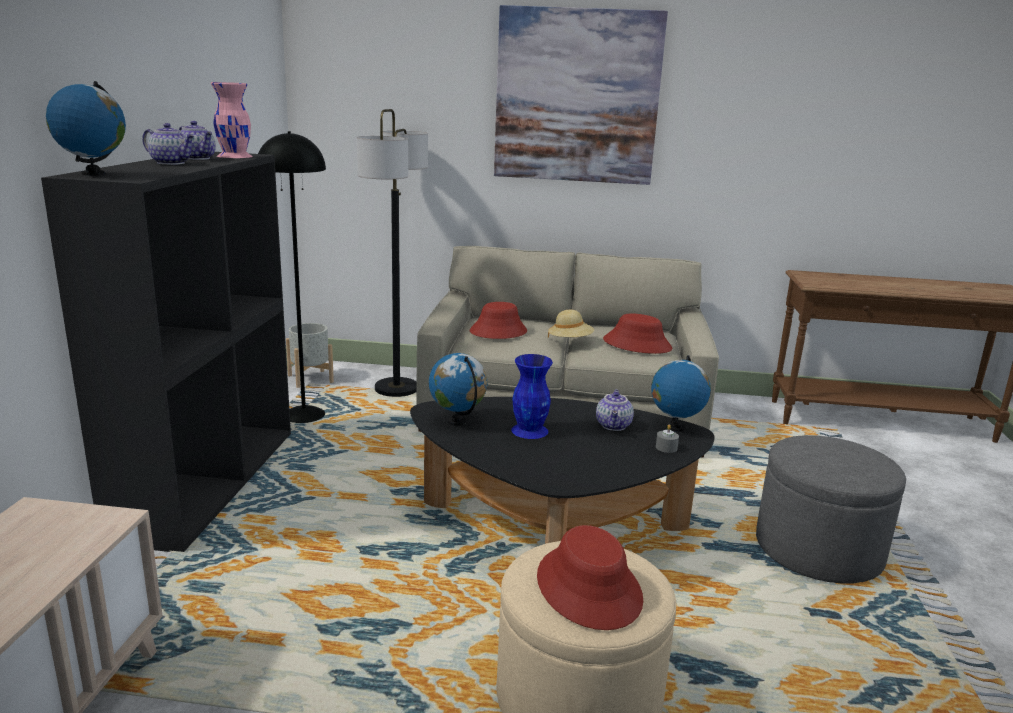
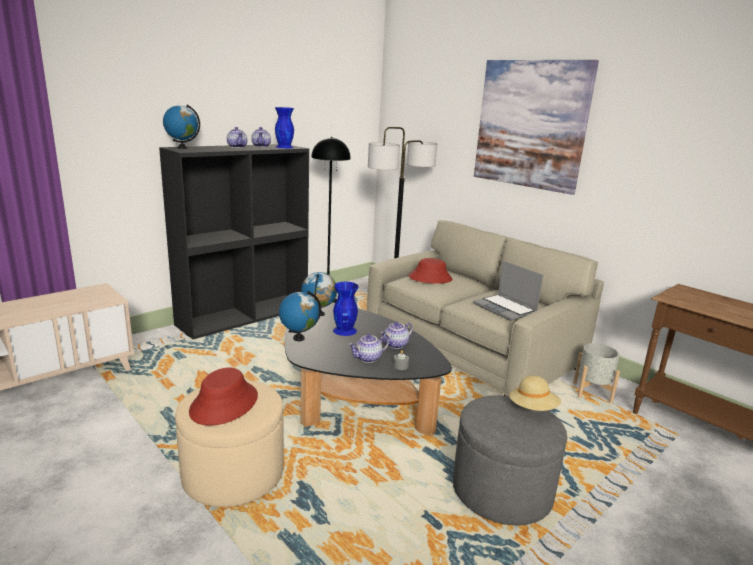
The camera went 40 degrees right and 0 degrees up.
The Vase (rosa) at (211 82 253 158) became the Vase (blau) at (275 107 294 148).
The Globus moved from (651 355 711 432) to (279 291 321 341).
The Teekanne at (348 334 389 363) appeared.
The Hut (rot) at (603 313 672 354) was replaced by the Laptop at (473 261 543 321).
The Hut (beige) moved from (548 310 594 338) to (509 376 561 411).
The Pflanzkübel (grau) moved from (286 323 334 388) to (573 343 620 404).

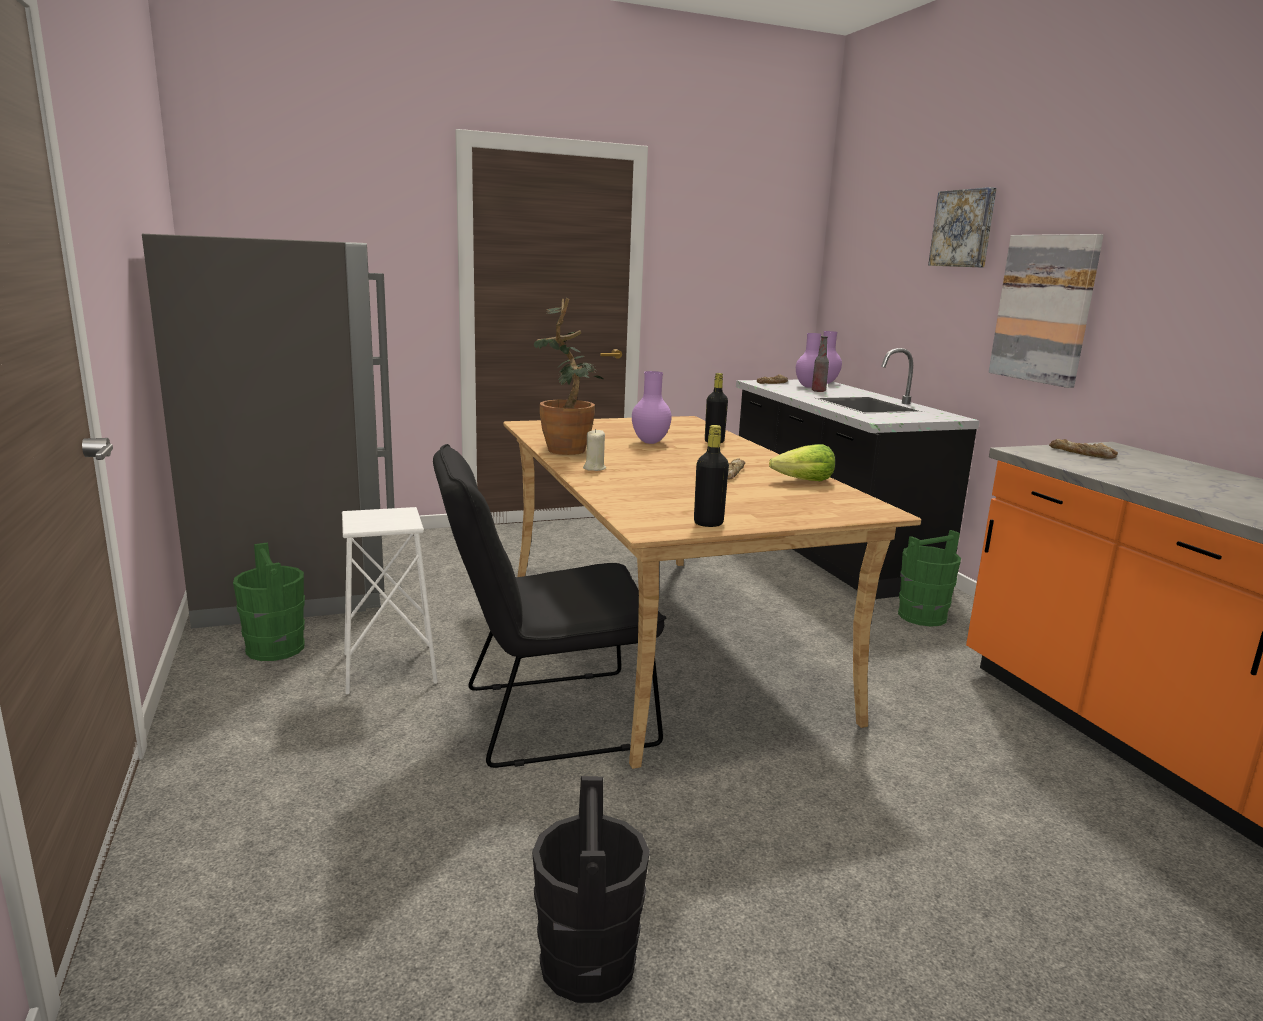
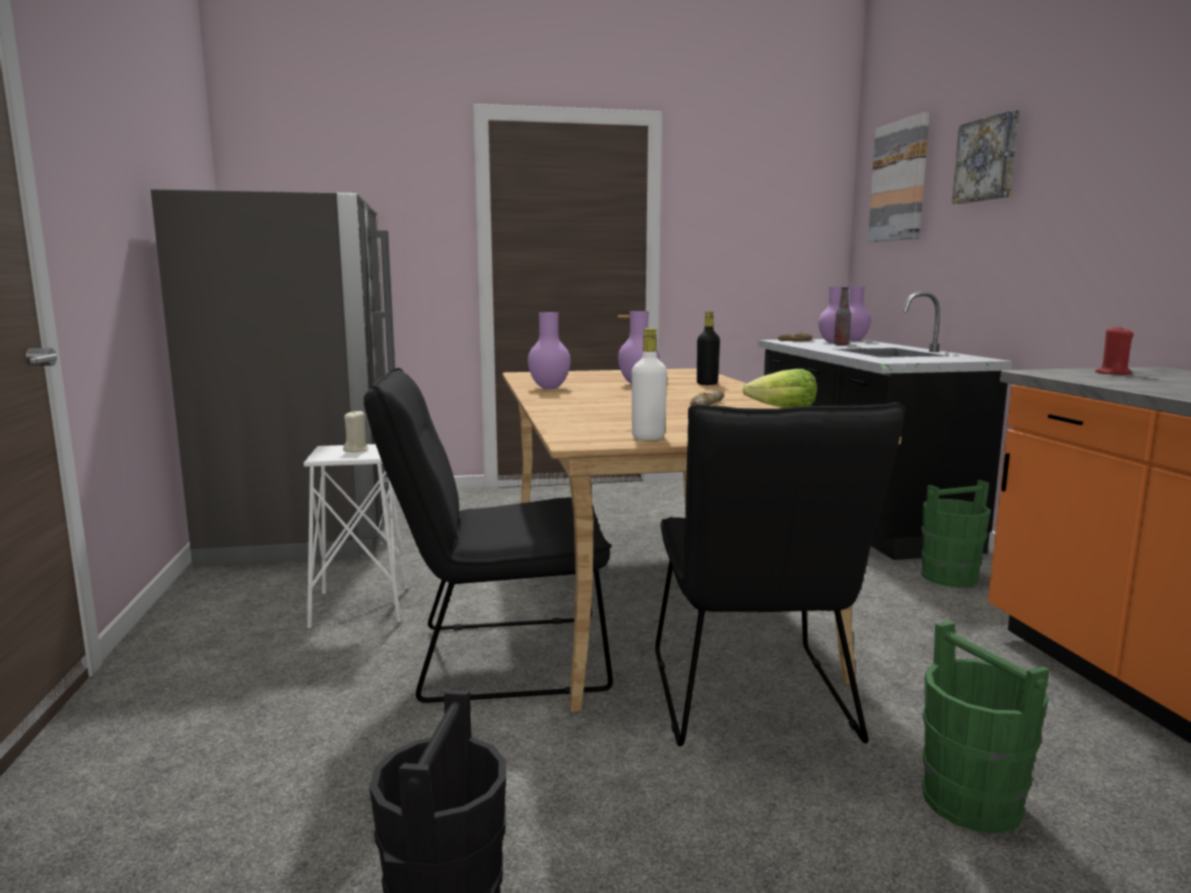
The camera went 10 degrees right and 5 degrees down.
The Kerze (beige) moved from (583 429 606 471) to (343 410 368 452).
The Topfpflanze at (534 298 603 455) was replaced by the Vase (lila) at (528 312 571 389).
The Flasche (schwarz) at (694 425 729 527) became the Flasche (weiß) at (632 328 667 440).
The Stuhl (schwarz) at (655 402 905 746) appeared.
The Bild moved from (988 234 1104 388) to (868 112 930 242).
The Eimer (grün) moved from (233 542 305 661) to (923 621 1050 833).
The Brot at (1049 439 1118 459) was replaced by the Kerze (rot) at (1095 325 1134 375).

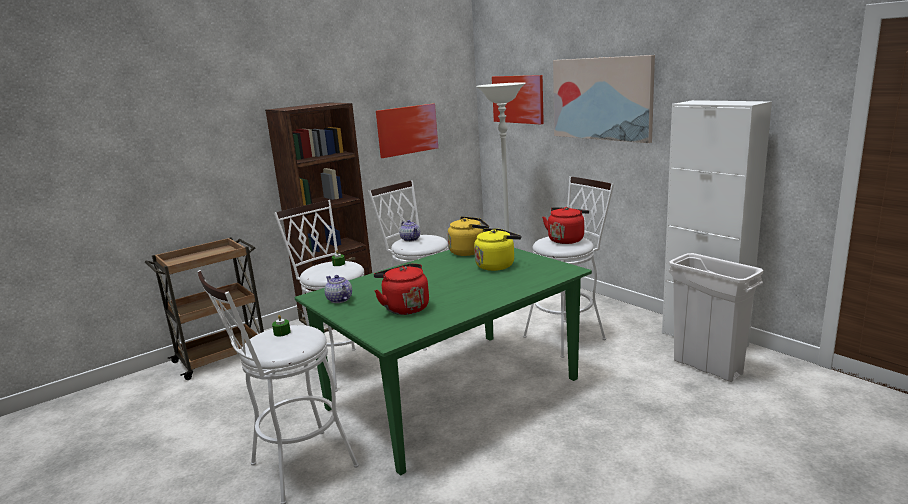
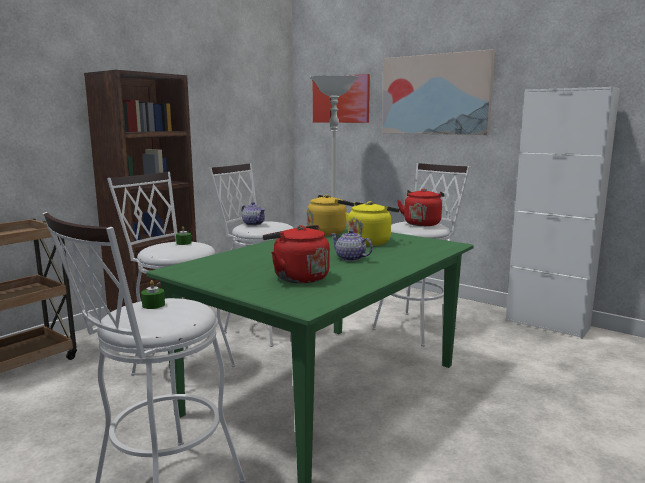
The camera went 15 degrees left and 5 degrees down.
The Teekanne moved from (325 275 352 303) to (331 230 373 261).
The Bild at (376 103 438 158) disappeared.
The Mülleimer (weiß) at (668 253 763 382) disappeared.

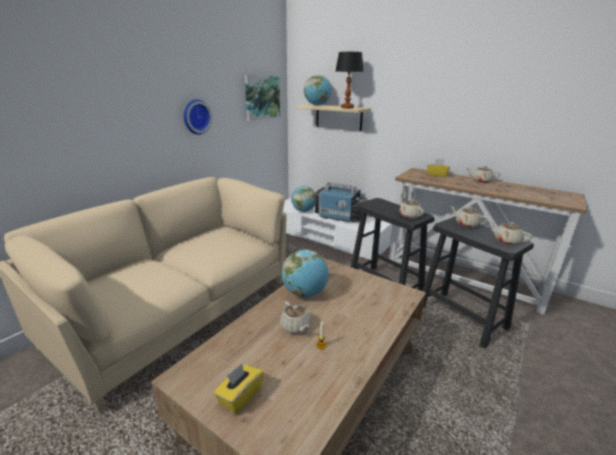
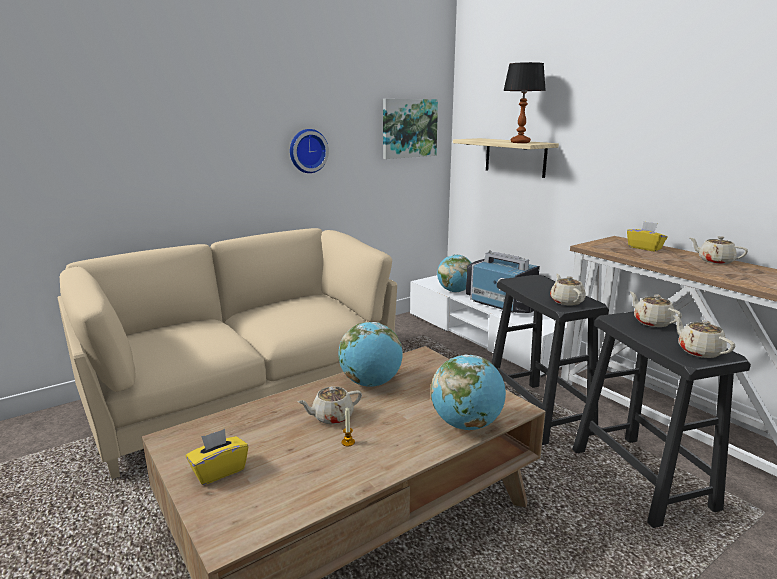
The camera went 20 degrees right and 5 degrees down.
The Teekanne (beige) at (280 301 311 334) turned 75 degrees clockwise.
The Globus moved from (304 75 332 106) to (431 354 506 430).

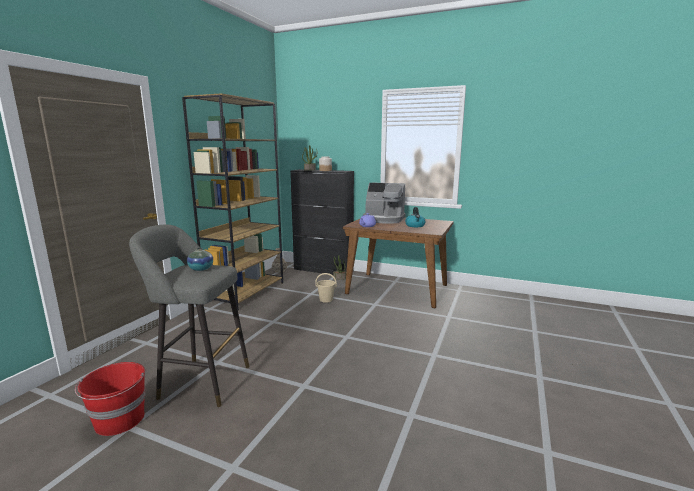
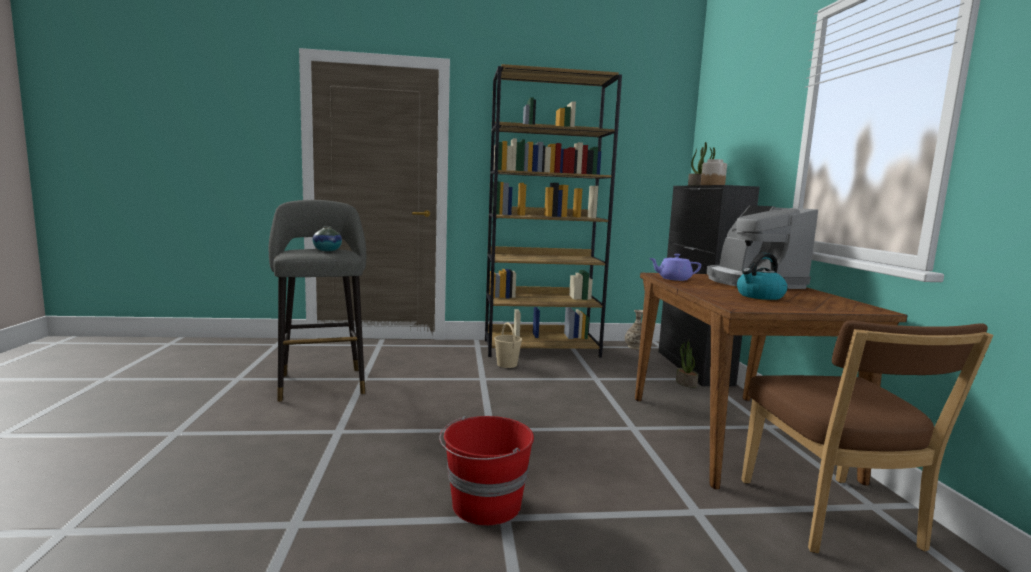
The camera went 60 degrees right and 5 degrees down.
The Eimer (rot) moved from (75 362 145 436) to (439 416 534 525).
The Eimer (beige) moved from (315 273 337 303) to (494 322 522 368).
The Stuhl (braun) at (741 320 993 553) appeared.

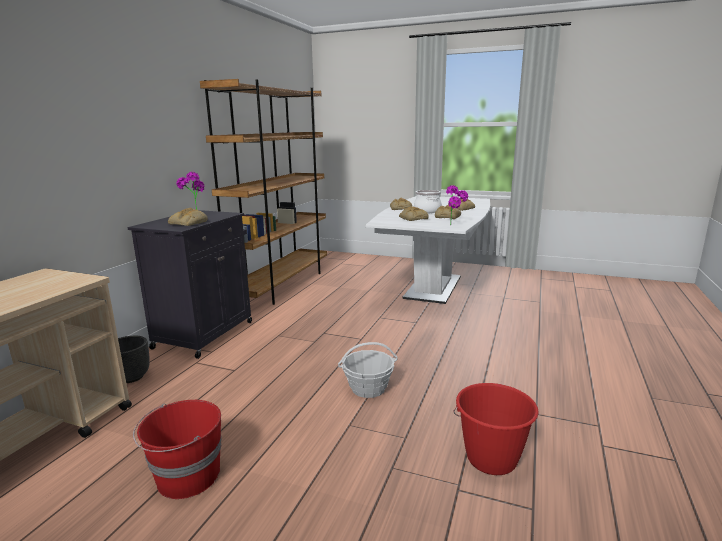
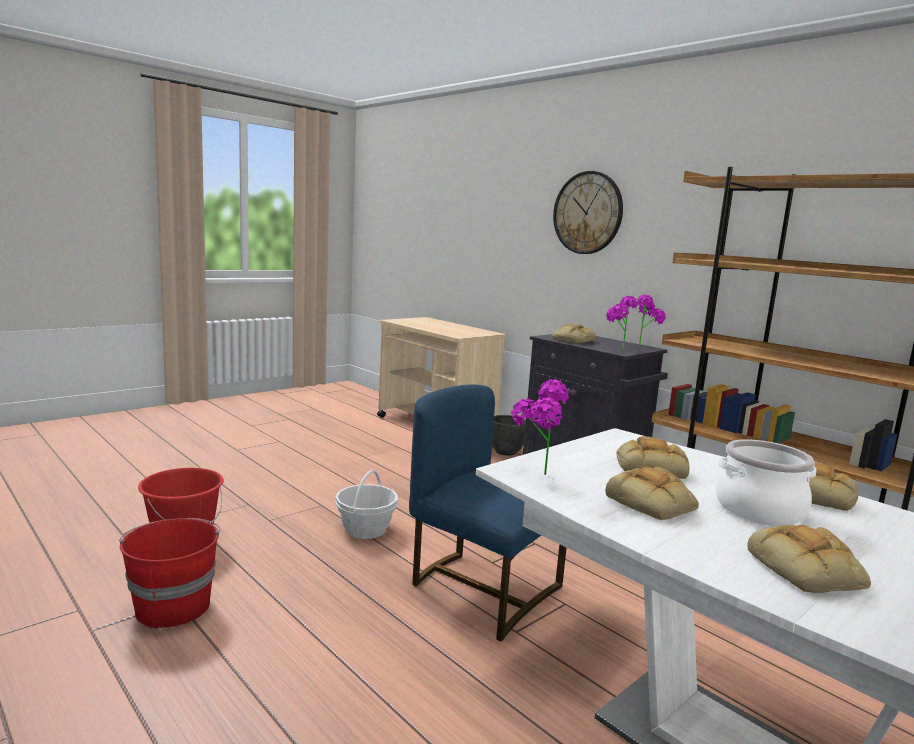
The camera went 115 degrees right and 5 degrees down.
The Eimer (rot) moved from (133 400 222 499) to (119 518 220 629).
The Stuhl (blau) at (409 384 566 641) appeared.
The Wanduhr at (553 171 623 254) appeared.
The Topfpflanze at (606 296 637 351) appeared.

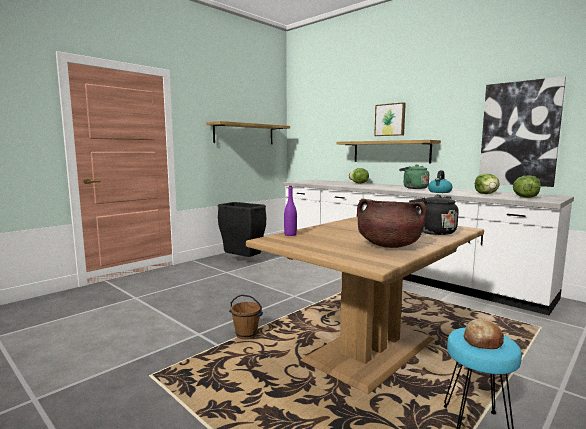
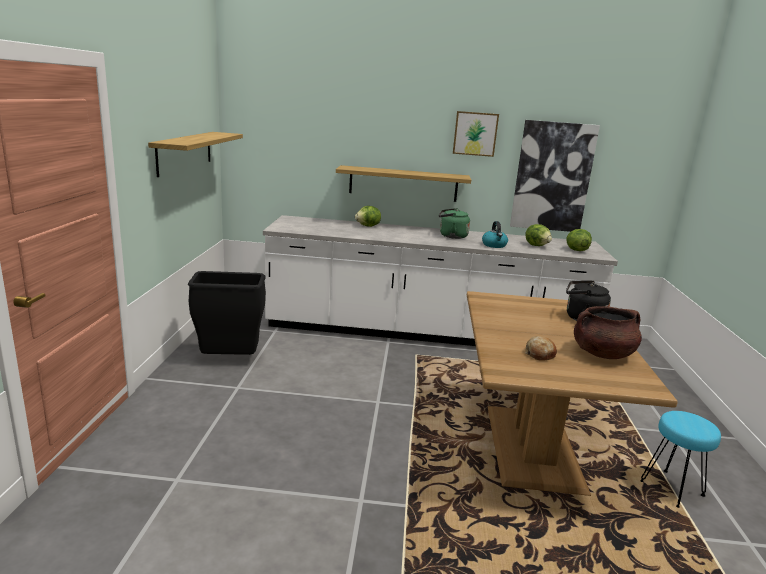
The camera went 40 degrees left and 10 degrees up.
The Bild moved from (374 102 406 136) to (453 111 499 157).
The Brot moved from (463 318 504 349) to (525 336 557 361).
The Eimer (braun) at (229 295 263 340) disappeared.
The Flasche (lila) at (284 186 297 236) disappeared.

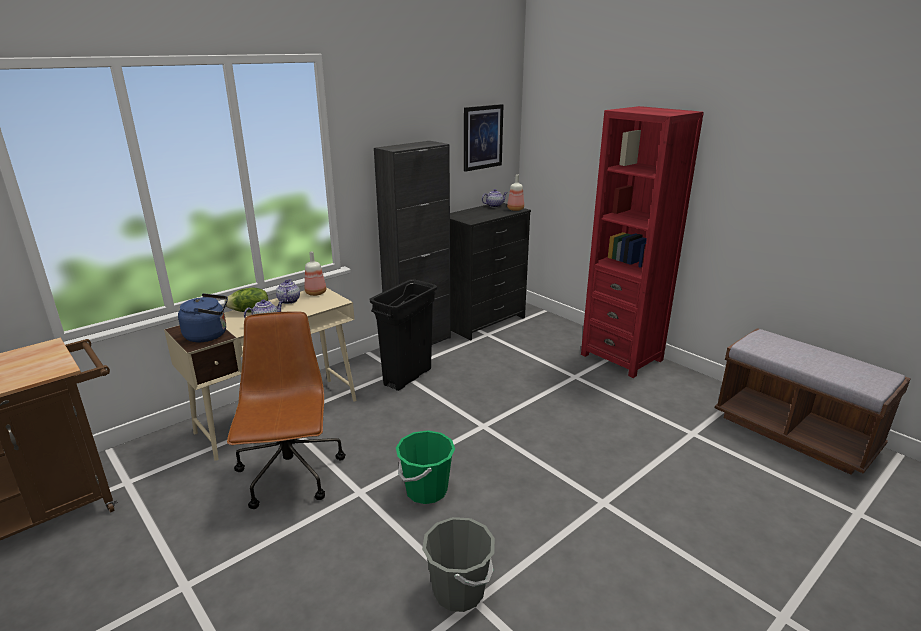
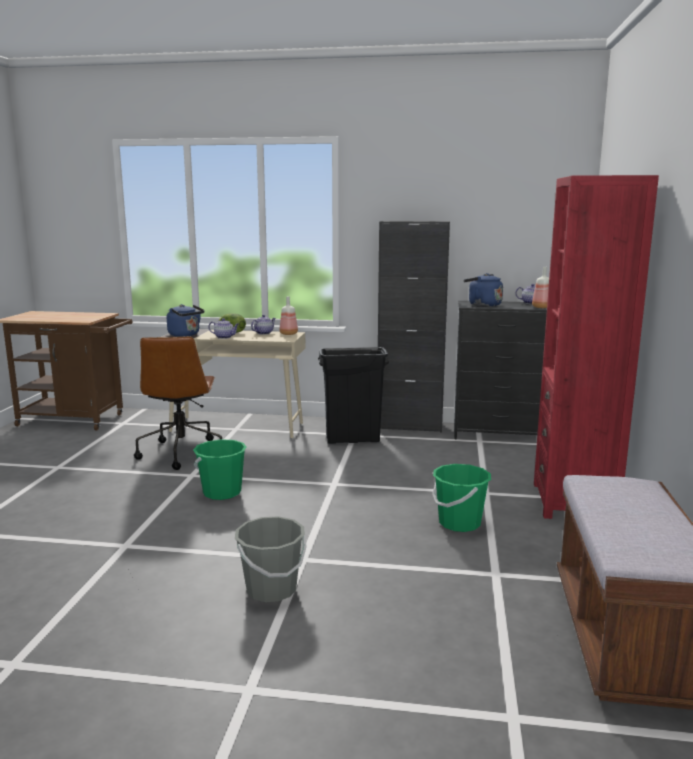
The camera went 50 degrees right and 10 degrees down.
The Bürostuhl (braun) at (227 311 346 509) turned 135 degrees clockwise.
The Eimer (grau) moved from (422 517 495 612) to (235 516 307 602).
The Eimer (grün) at (432 464 491 532) appeared.
The Wasserkessel (blau) at (464 273 503 307) appeared.
The Bild at (464 104 504 172) disappeared.

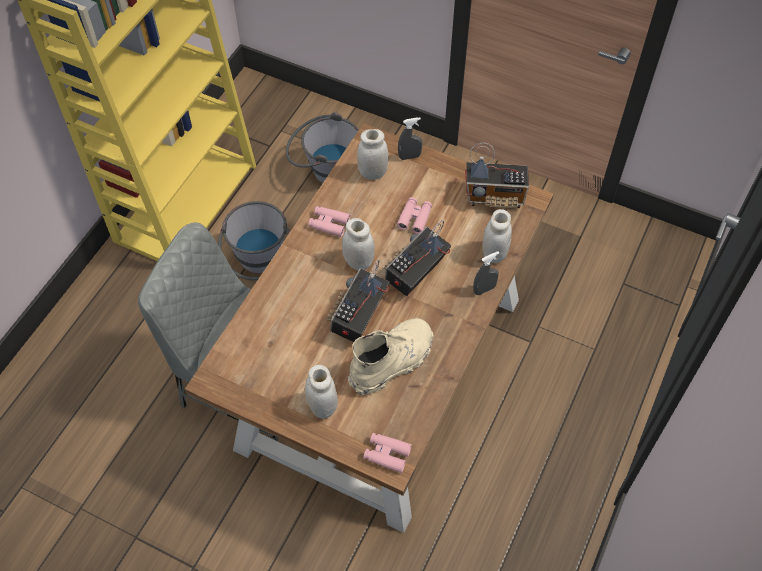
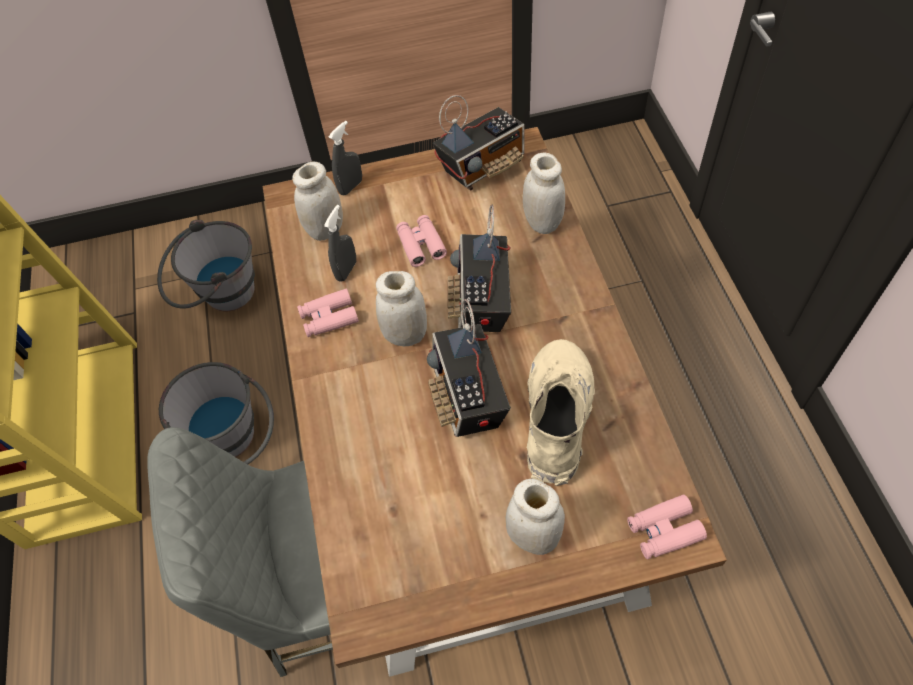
The camera went 35 degrees left and 0 degrees up.
The Sprühflasche (grau) moved from (473 251 499 295) to (324 205 356 282).

